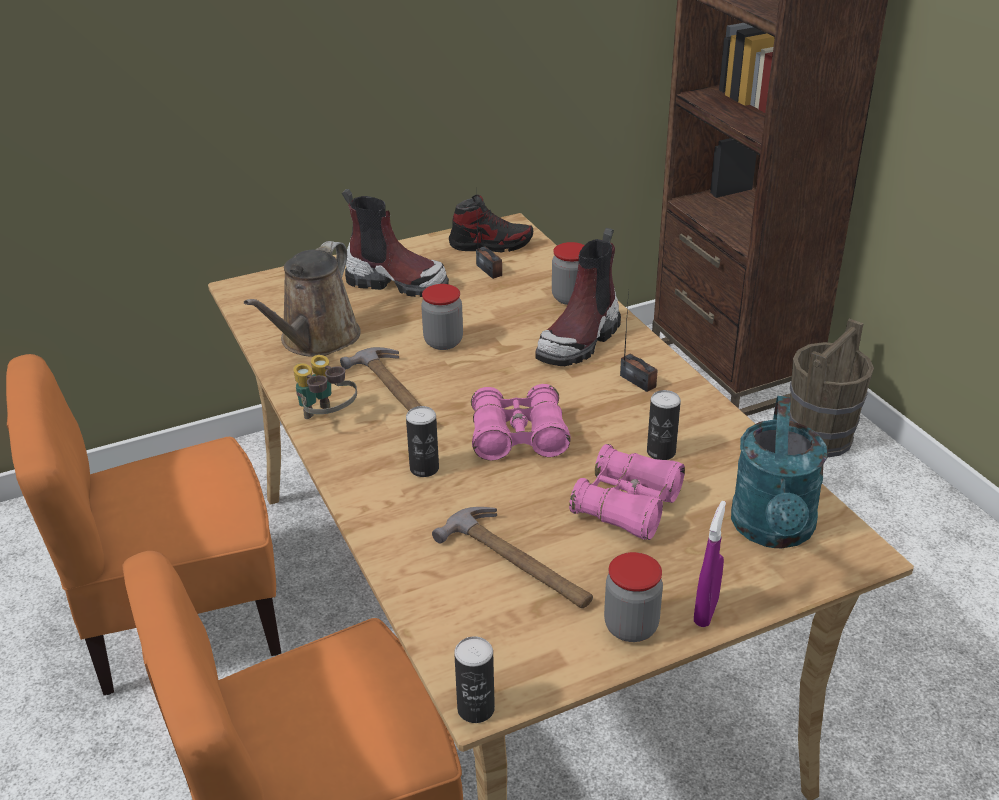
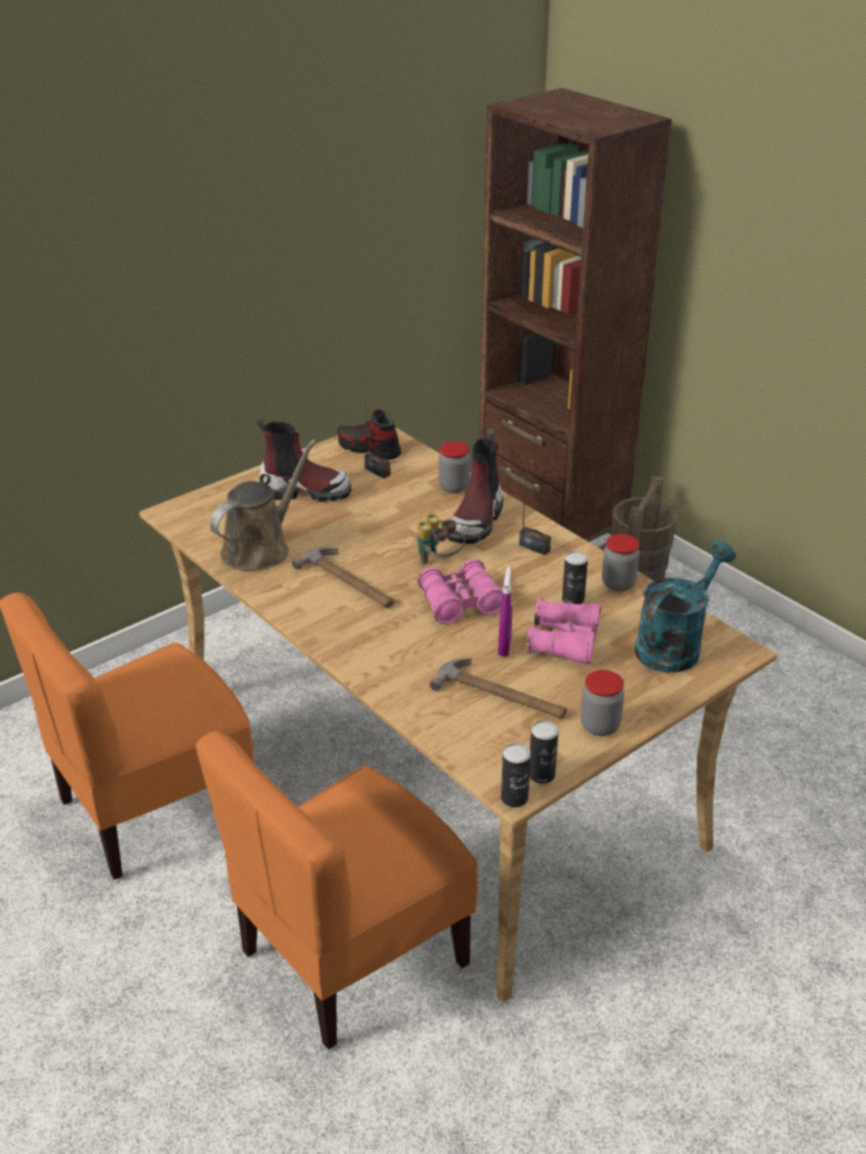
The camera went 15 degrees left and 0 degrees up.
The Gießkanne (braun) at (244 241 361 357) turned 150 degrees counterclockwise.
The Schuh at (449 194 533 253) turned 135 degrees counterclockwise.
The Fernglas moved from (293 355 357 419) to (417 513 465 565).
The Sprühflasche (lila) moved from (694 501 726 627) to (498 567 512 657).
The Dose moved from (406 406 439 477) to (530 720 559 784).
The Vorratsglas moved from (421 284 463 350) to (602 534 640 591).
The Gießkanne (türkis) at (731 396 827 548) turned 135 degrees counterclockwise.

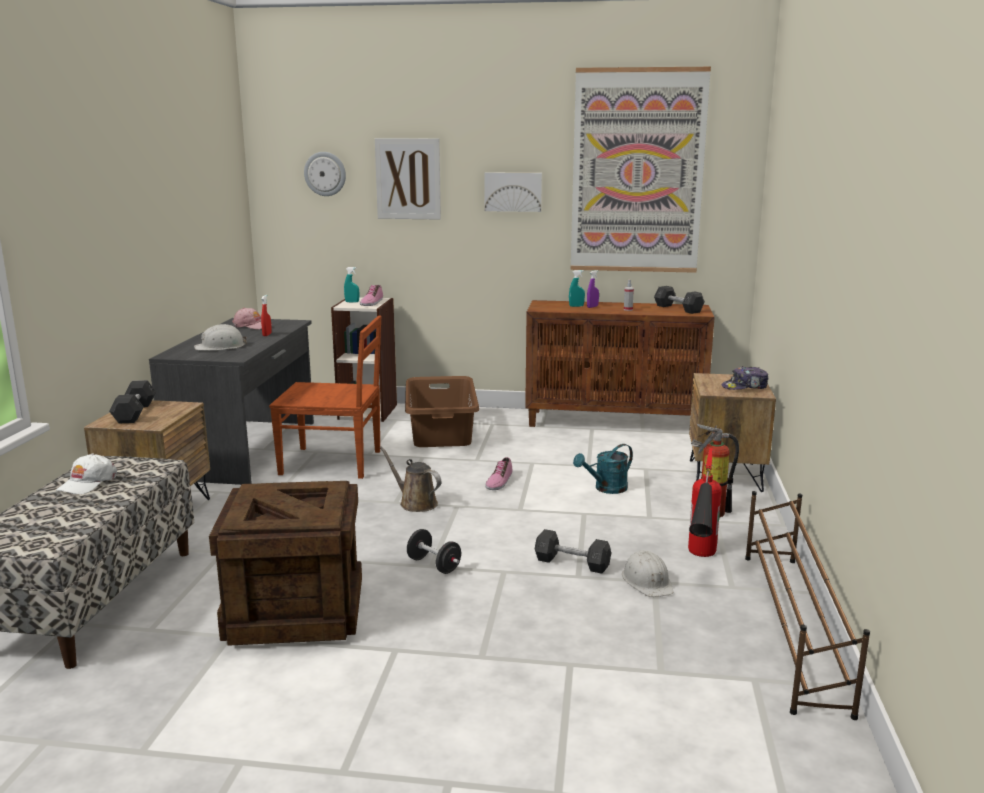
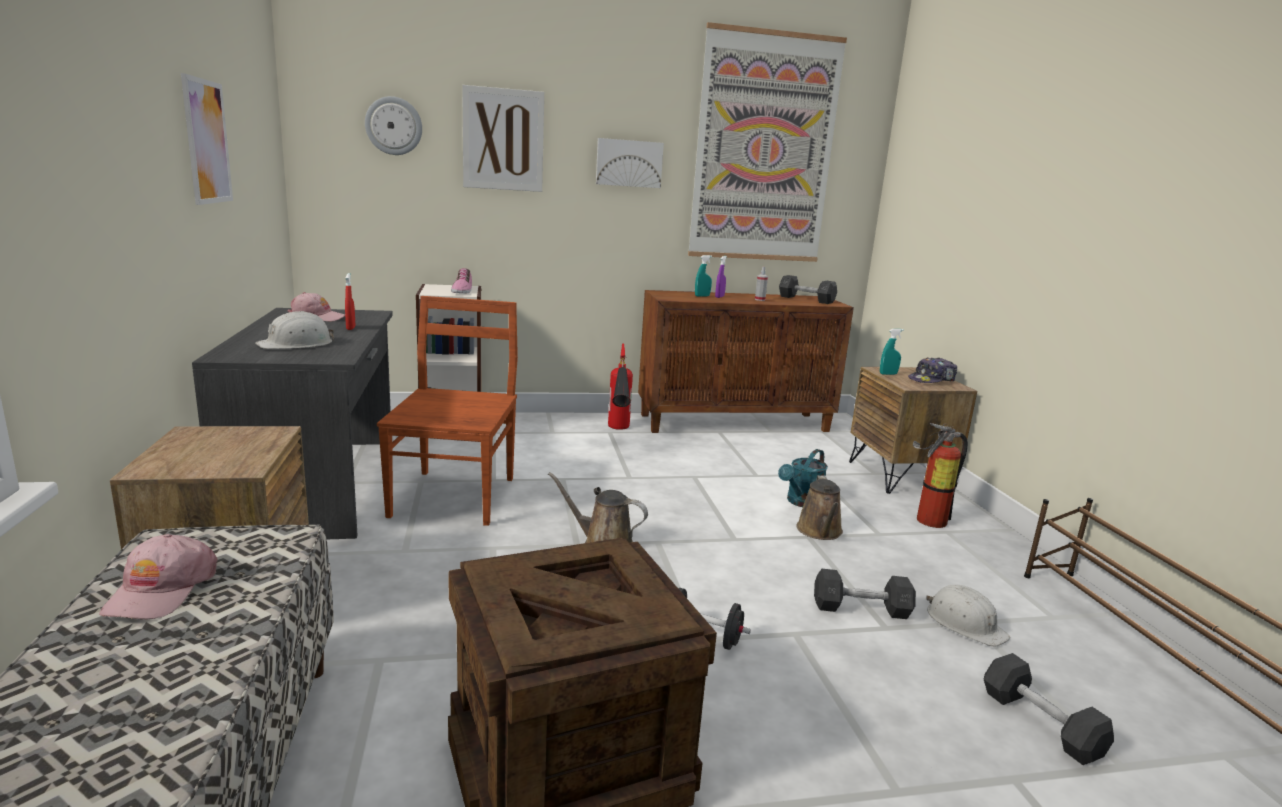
The camera went 20 degrees left and 0 degrees up.
The Kappe (weiß) at (56 454 117 494) became the Kappe (rosa) at (99 534 217 620).
The Bild at (181 73 233 205) appeared.
The Stuhl (braun) at (269 315 382 479) turned 75 degrees counterclockwise.
The Feuerlöscher moved from (688 448 722 557) to (608 344 633 430).
The Gießkanne (braun) at (796 475 843 540) appeared.
The Sprühflasche (türkis) moved from (344 267 359 303) to (880 329 904 375).
The Hantel (grau) moved from (109 380 156 423) to (984 653 1114 765).
The Wäschekorb (braun) at (405 376 479 447) disappeared.
The Schuh at (485 457 512 490) disappeared.

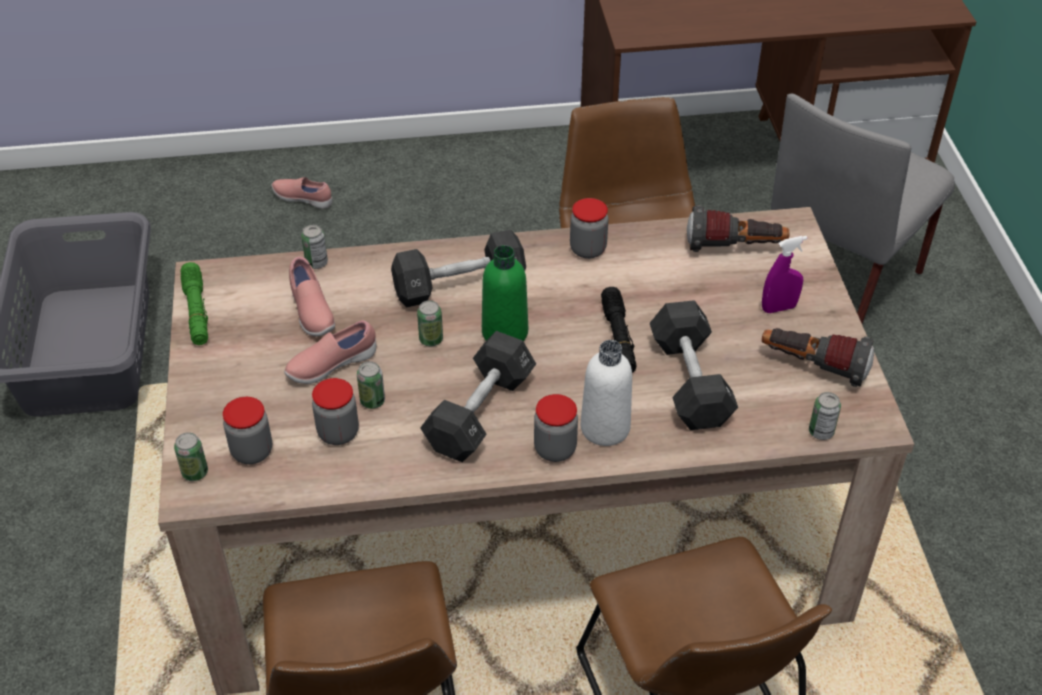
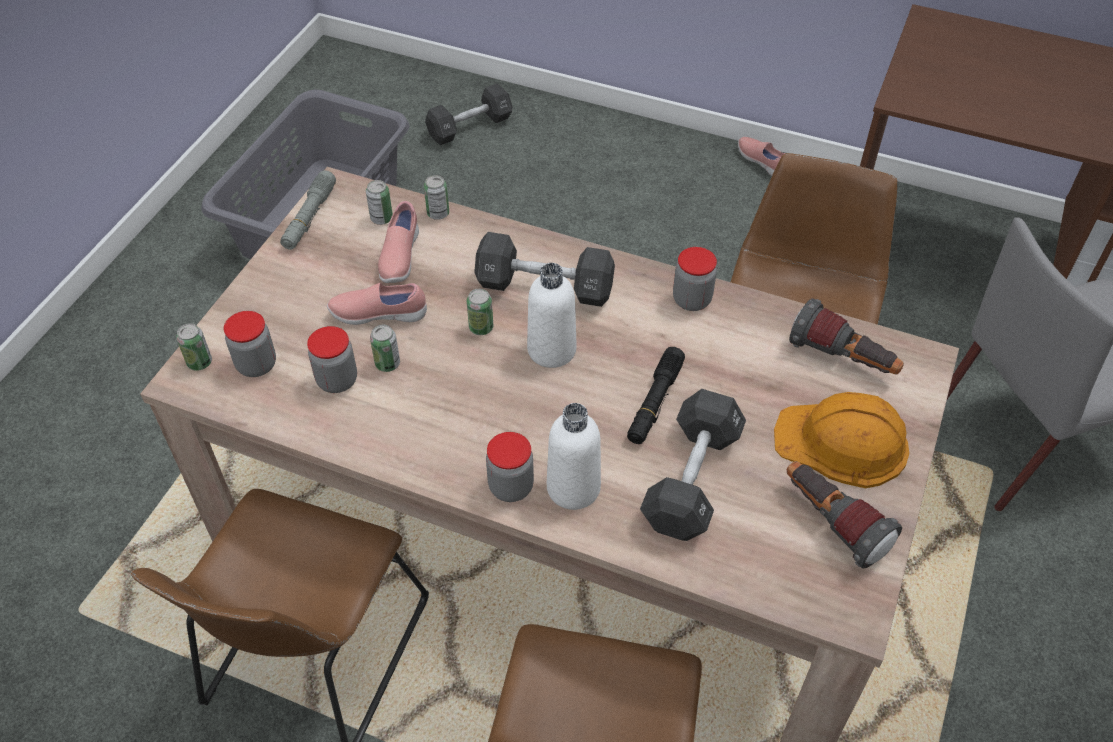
The camera went 30 degrees right and 5 degrees up.
The Taschenlampe (grün) at (180 262 208 345) became the Taschenlampe (grau) at (280 170 336 250).
The Dose moved from (809 392 841 440) to (366 180 393 225).
The Hantel (schwarz) moved from (420 331 536 462) to (425 83 512 145).
The Flasche (grün) at (482 245 528 341) became the Flasche (weiß) at (527 263 576 368).
The Schuh (rosa) moved from (272 177 332 209) to (738 137 785 176).
The Sprühflasche (lila) at (762 236 807 313) was replaced by the Schutzhelm (orange) at (774 392 909 488).

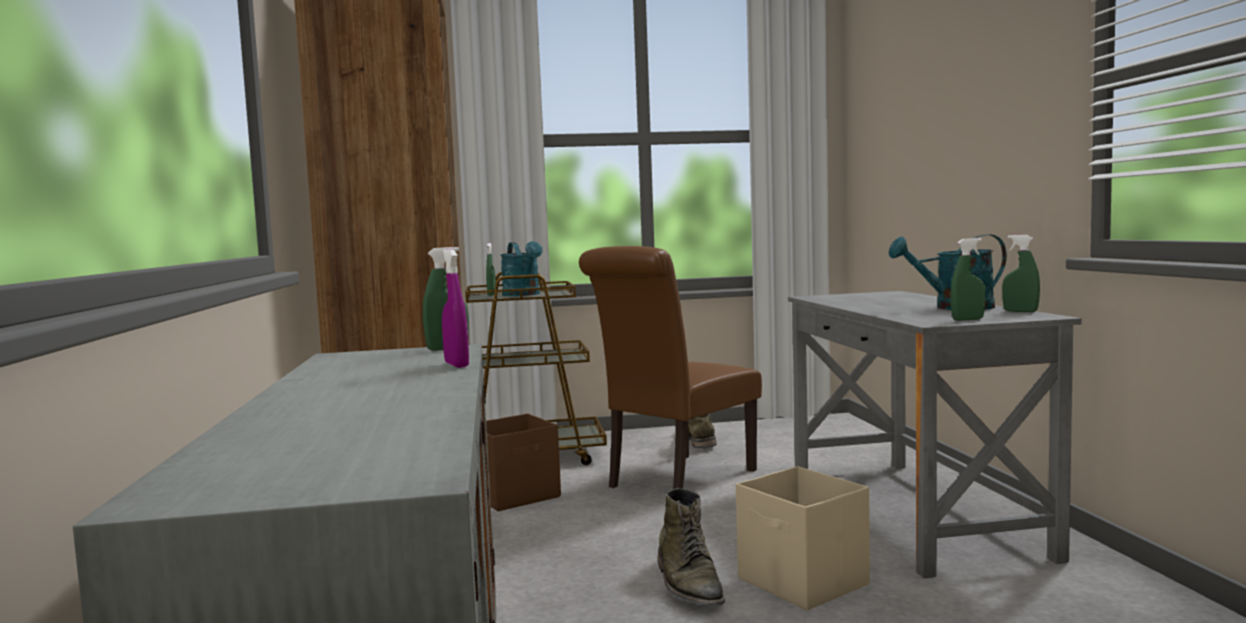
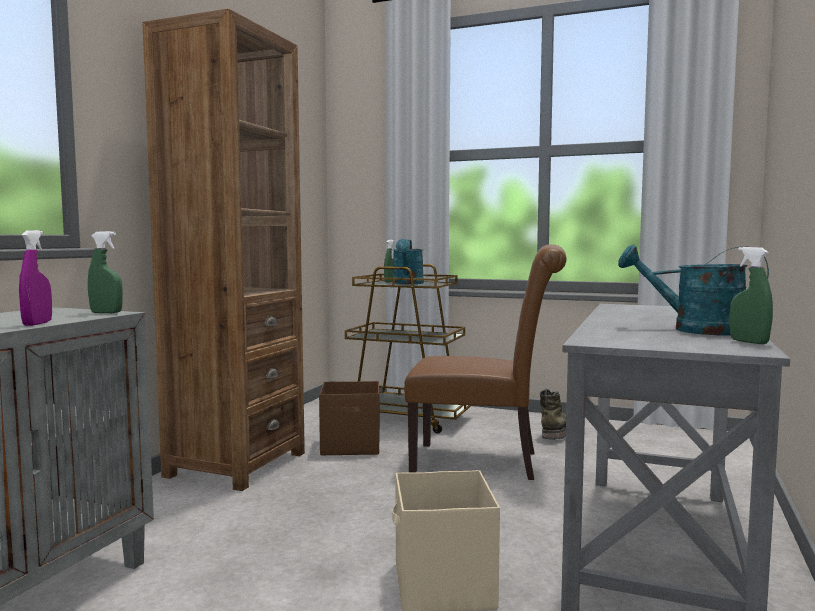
The camera went 30 degrees right and 0 degrees up.
The Stuhl (braun) at (579 246 762 489) turned 150 degrees counterclockwise.
The Stiefel (grün) at (657 488 725 605) disappeared.
The Sprühflasche (grün) at (951 238 986 321) disappeared.

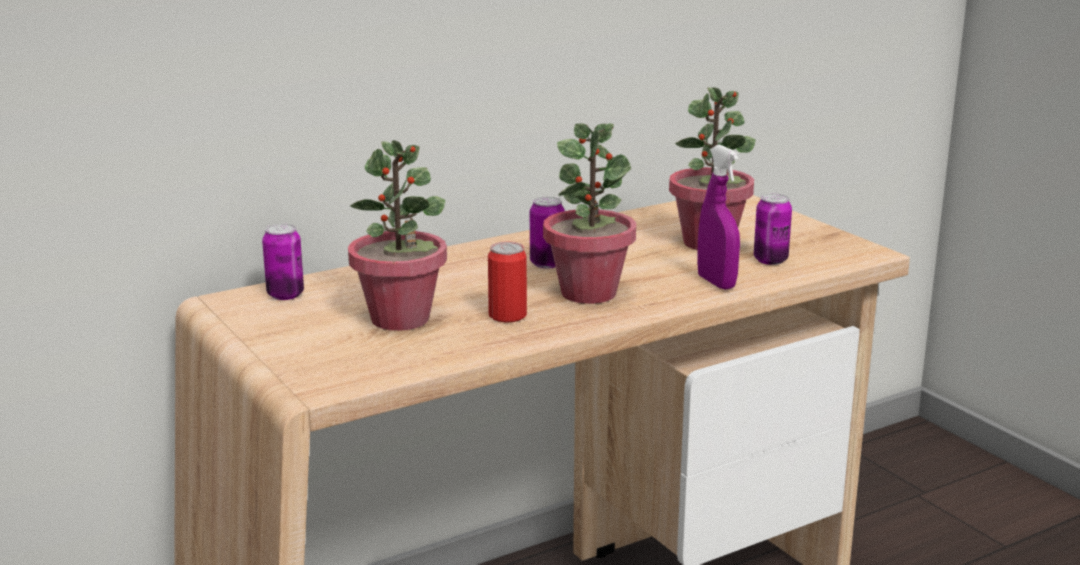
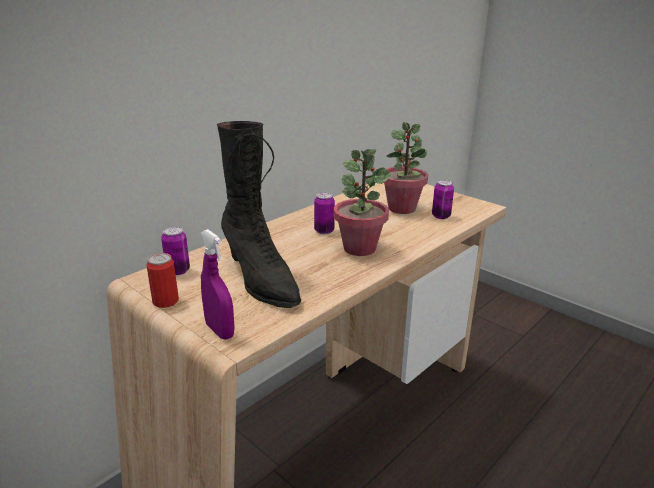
The camera went 15 degrees left and 5 degrees up.
The Dose moved from (488 242 527 322) to (146 253 179 308).
The Sprühflasche (lila) moved from (697 145 740 290) to (201 229 235 339).
The Topfpflanze at (348 140 447 331) was replaced by the Stiefel (schwarz) at (217 121 301 308).

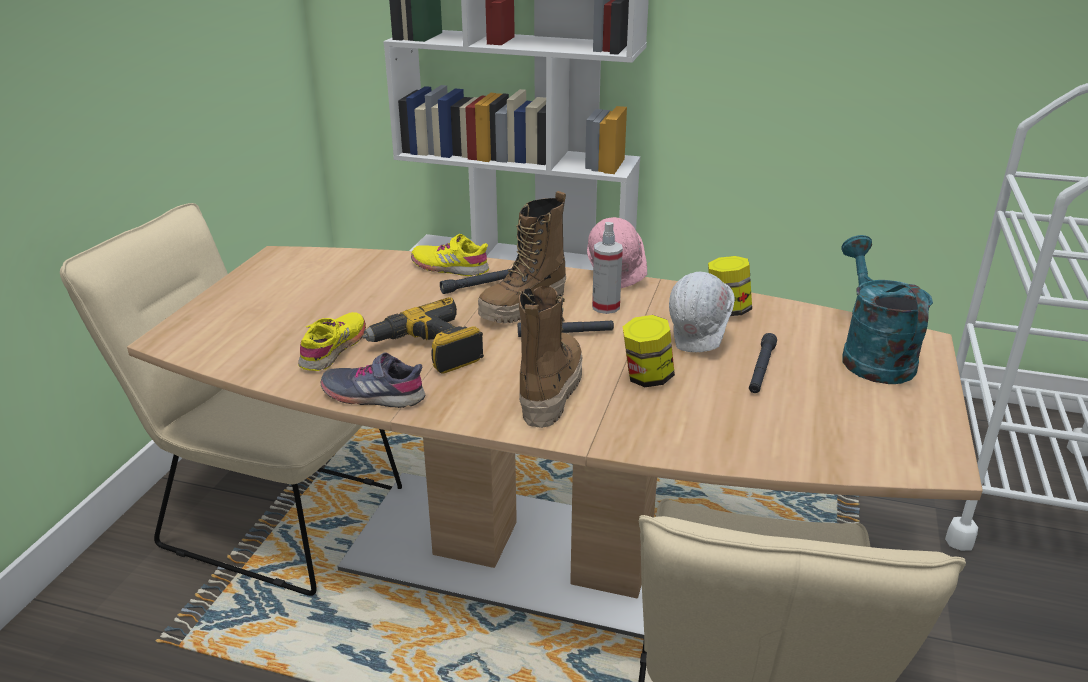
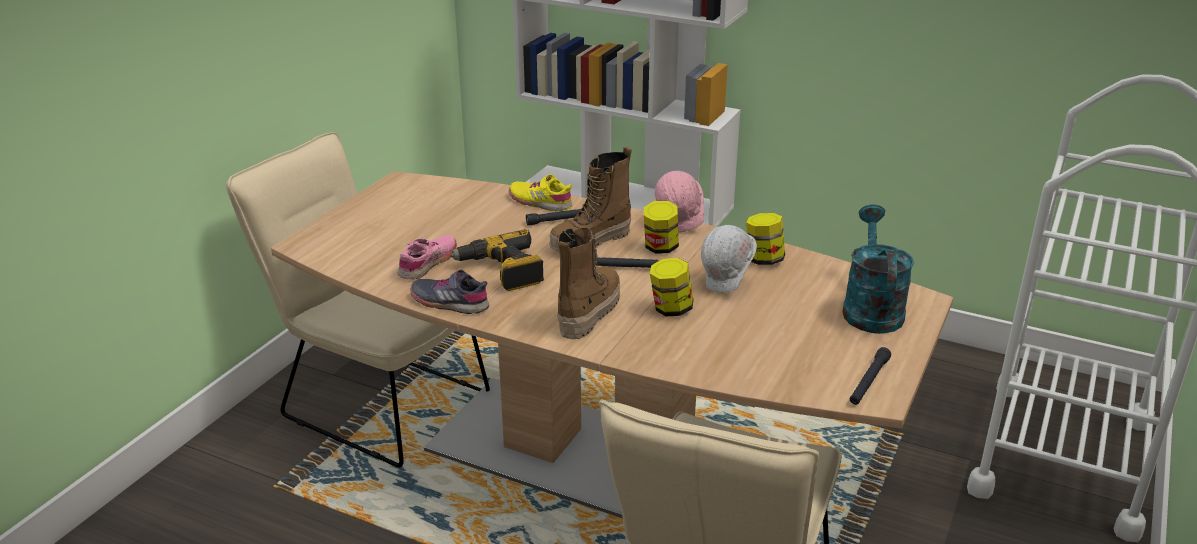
The camera went 10 degrees right and 0 degrees up.
The Schuh (gelb) at (298 312 366 371) became the Schuh (rosa) at (398 235 457 280).
The Sprühflasche at (592 222 623 314) was replaced by the Vorratsglas at (644 201 679 254).
The Taschenlampe (schwarz) moved from (749 333 777 393) to (850 347 891 405).

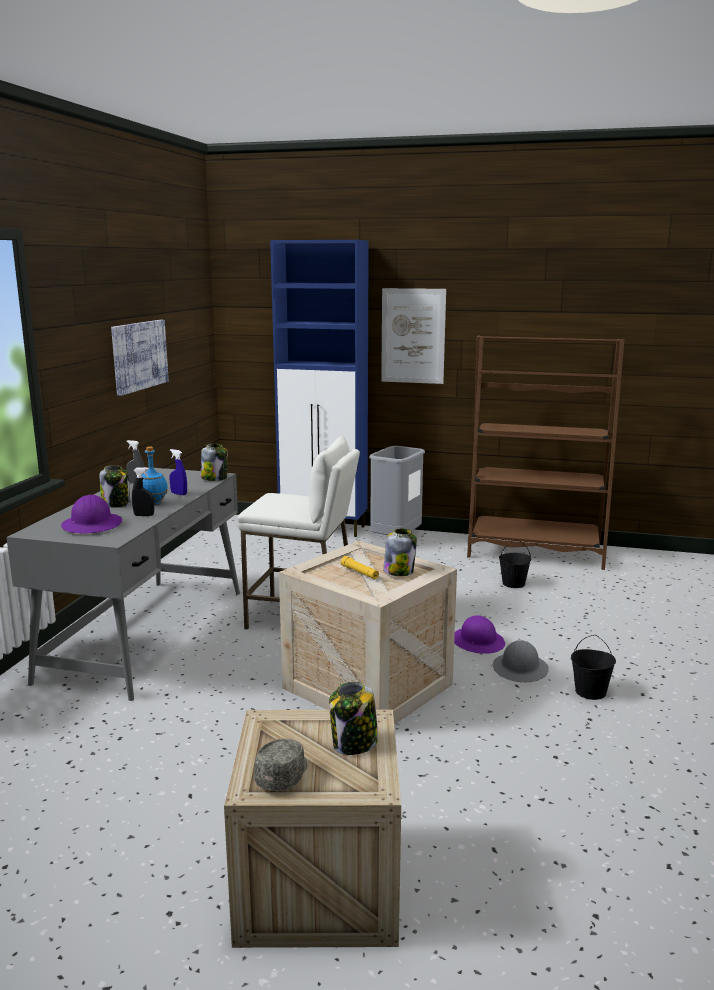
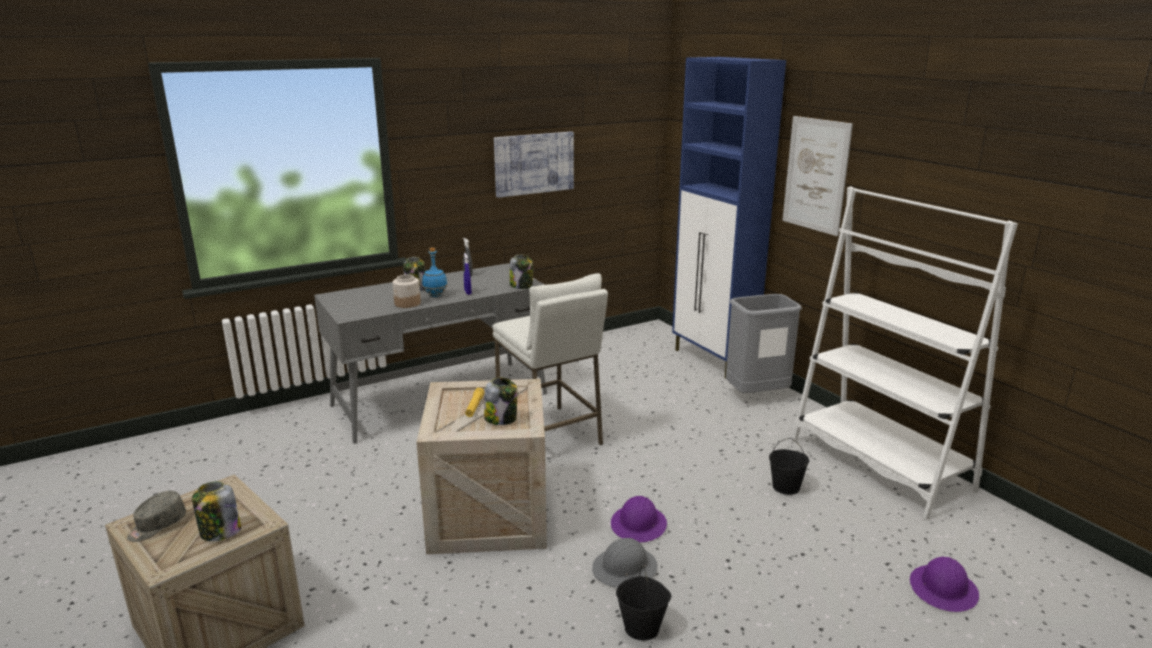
The camera went 45 degrees right and 5 degrees up.
The Kappe (grau) at (254 739 308 791) turned 150 degrees clockwise.
The Sprühflasche (schwarz) at (132 467 154 516) was replaced by the Vorratsglas at (393 274 421 308).
The Bücherregal (braun) at (467 336 624 570) became the Bücherregal (weiß) at (792 186 1018 520).
The Schutzhelm (lila) moved from (61 495 122 533) to (910 556 979 612).

